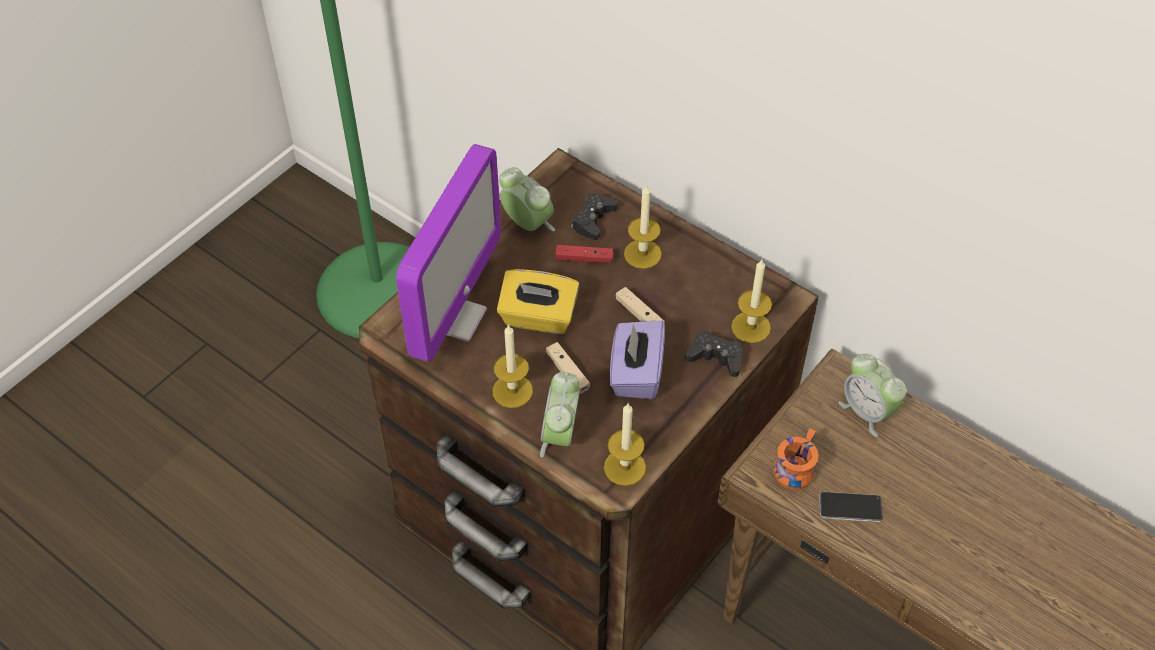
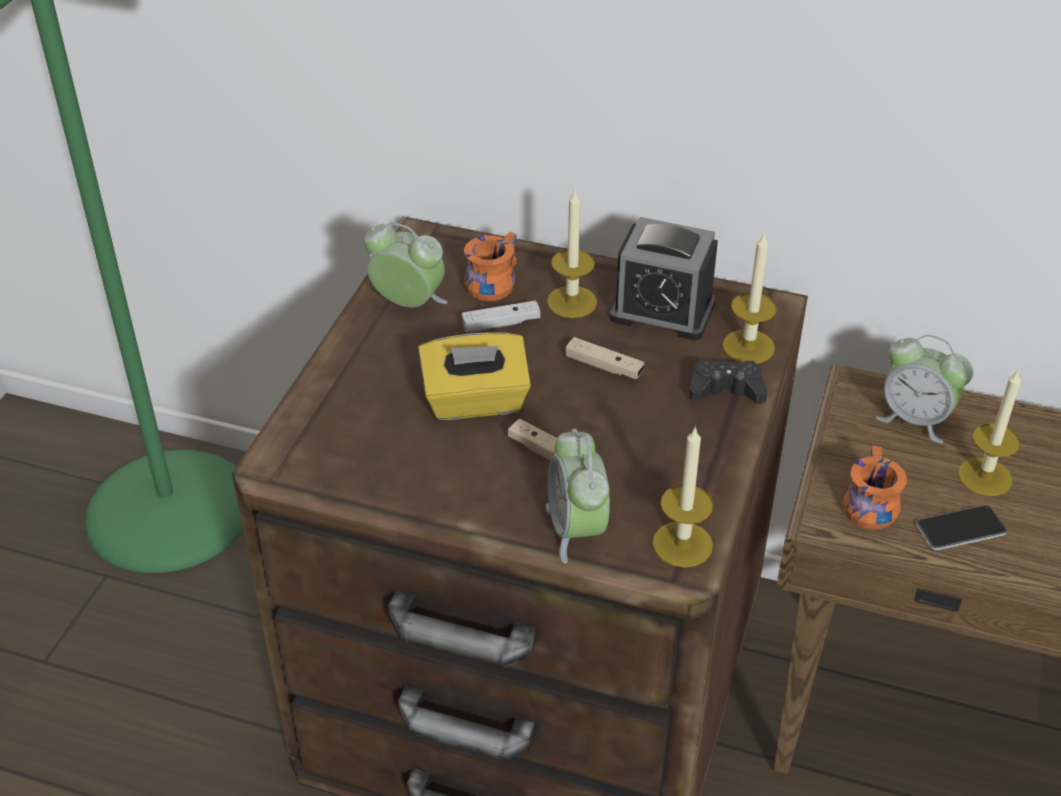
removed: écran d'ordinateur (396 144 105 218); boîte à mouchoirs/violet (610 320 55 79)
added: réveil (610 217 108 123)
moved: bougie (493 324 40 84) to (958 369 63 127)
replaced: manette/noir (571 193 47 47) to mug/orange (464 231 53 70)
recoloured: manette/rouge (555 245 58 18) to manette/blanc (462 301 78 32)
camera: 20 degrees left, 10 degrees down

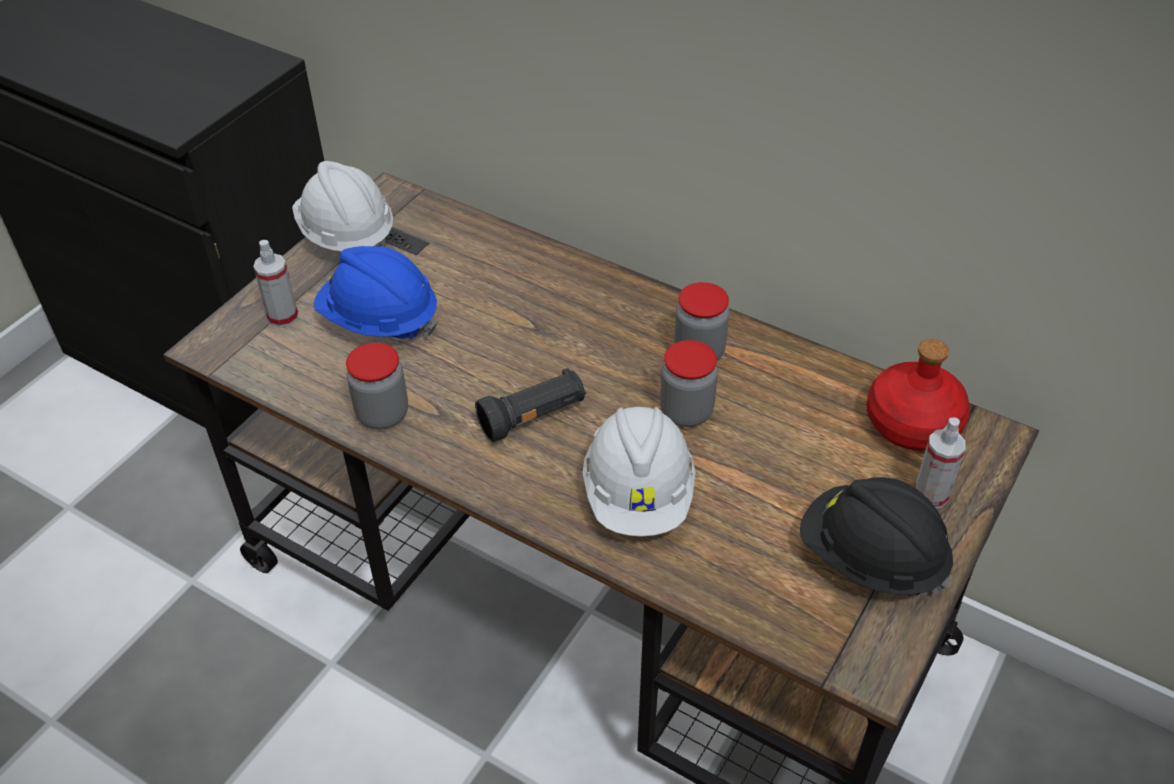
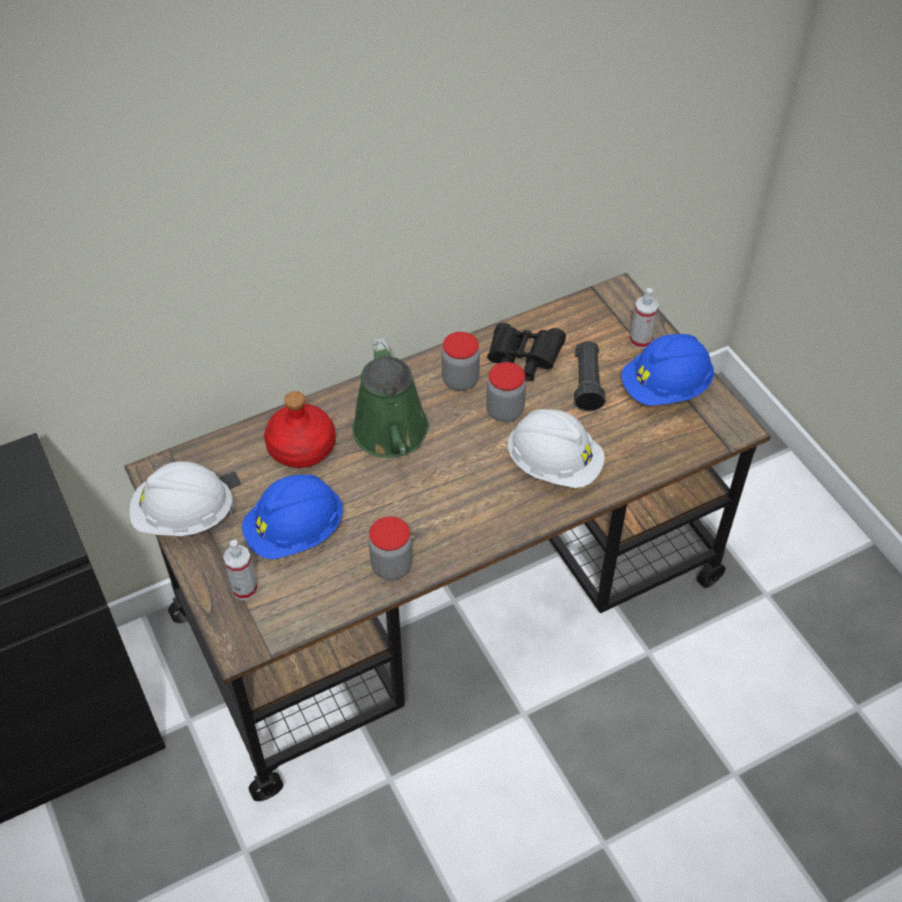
added: arrosoir/vert (352 338 77 120); jumelles/noir (487 323 79 58)
moved: lampe de poche/noir (475 368 111 74) to (574 341 32 71); bouteille/rouge (866 339 104 112) to (264 391 72 77)
recoloured: casque de chantier/noir (800 477 153 119) to casque de chantier/bleu (621 334 93 72)
camera: 60 degrees left, 5 degrees up

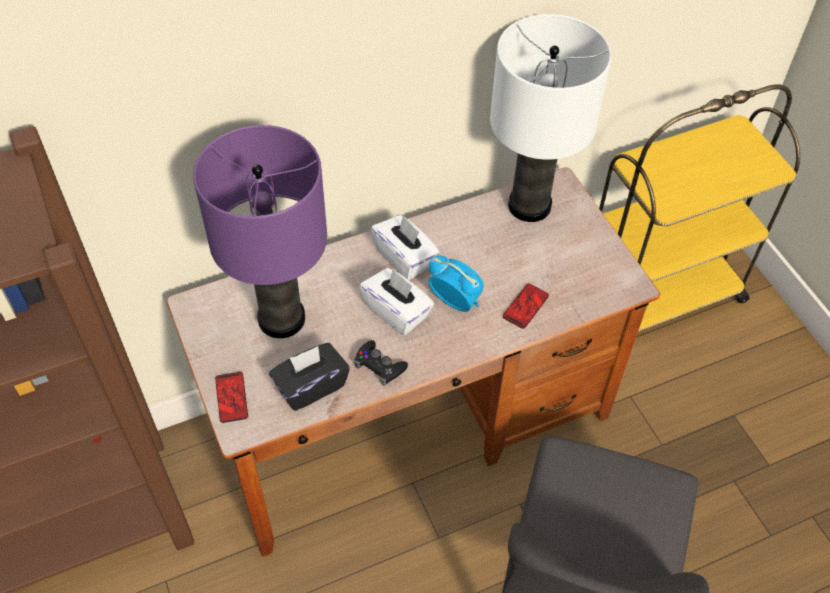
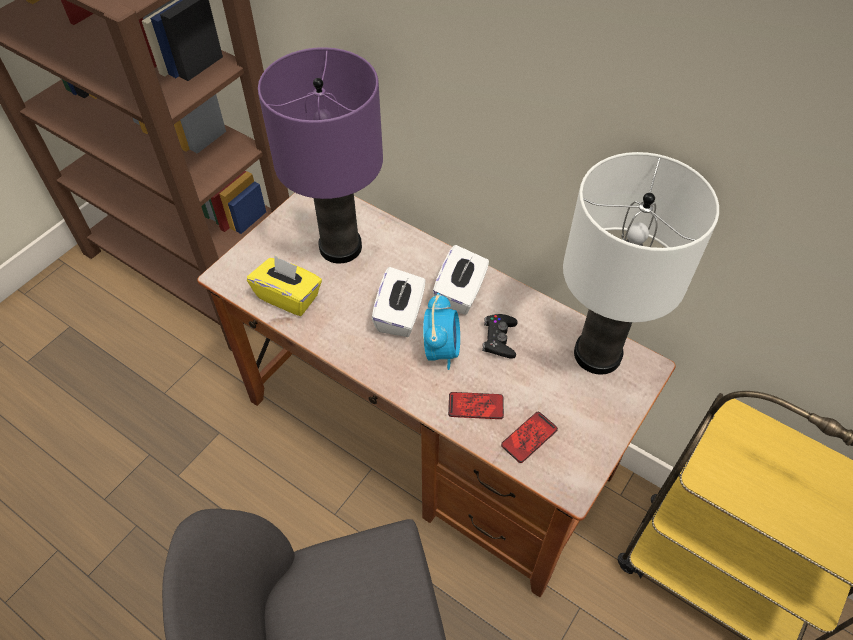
moved: téléphone (215 372 33 51) to (501 412 57 51); manette/noir (354 340 54 46) to (482 314 36 45)
recoloured: boîte à mouchoirs/noir (269 343 81 68) to boîte à mouchoirs/jaune (247 255 75 61)
camera: 60 degrees right, 0 degrees up

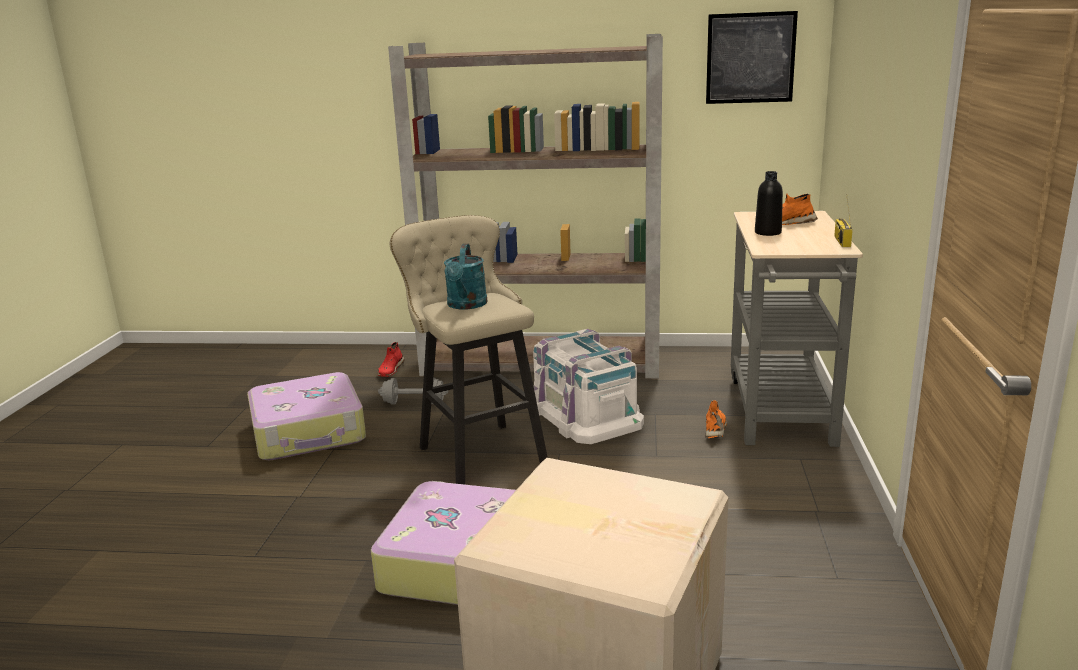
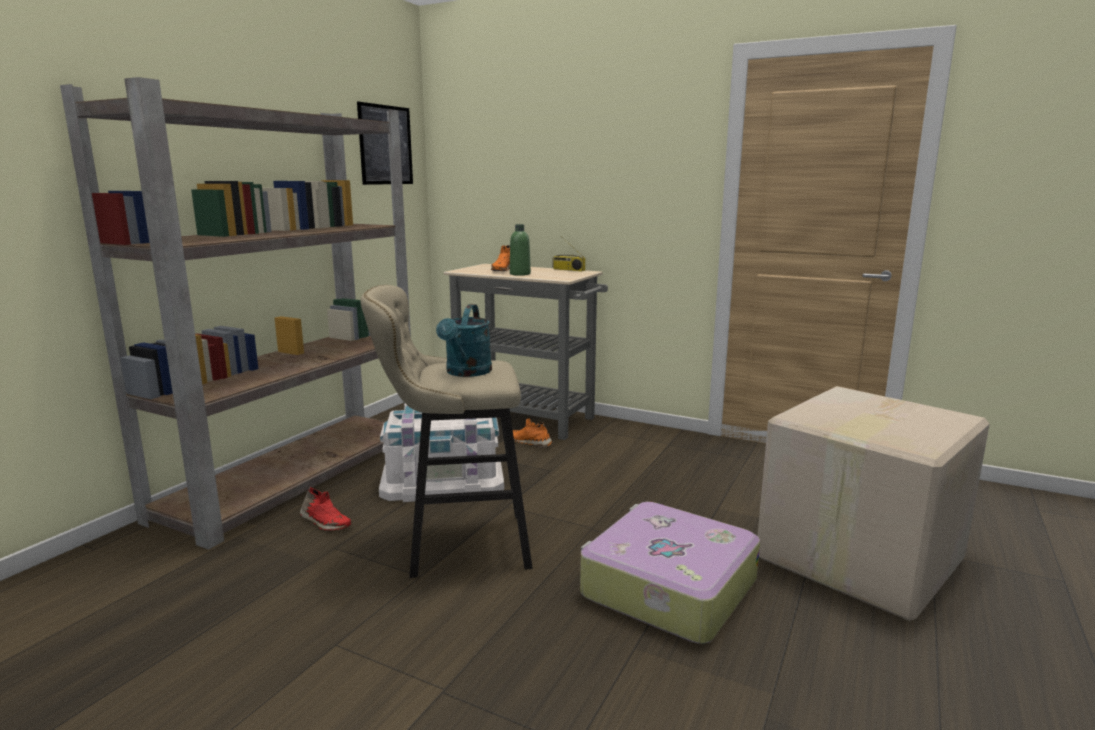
removed: valise (247 372 119 88); haltère/gris (378 378 70 26)
moved: chaussure/rouge (377 342 28 35) to (300 487 51 43)
recoloured: bouteille/noir (755 171 28 65) to bouteille/vert (510 224 21 52)
turned: arrosoir/turquoise (444 244 43 66) = (436 304 56 73) 75 degrees clockwise
camera: 70 degrees left, 5 degrees down

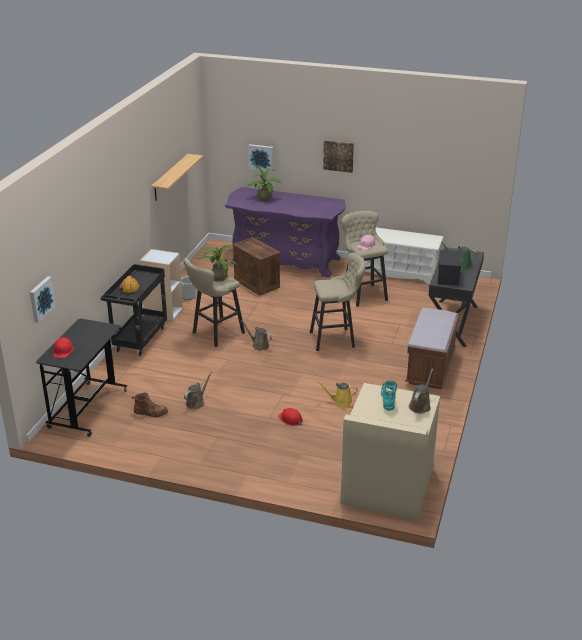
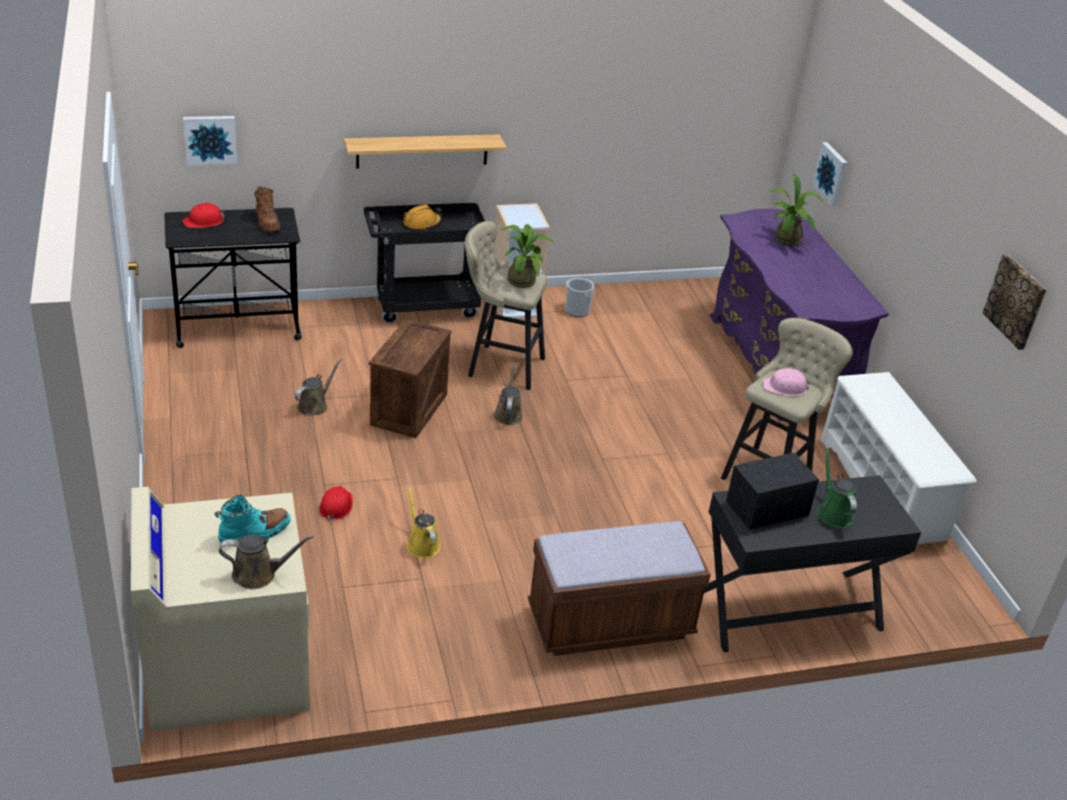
removed: tabouret/beige (310 253 56 98)
moved: botte/marron (131 392 37 25) to (254 186 26 45); étagère (151 154 52 47) to (344 134 162 34); caisse (232 237 49 59) to (369 319 82 119); tableau (323 140 31 33) to (982 254 64 96)
turned: arrosoir/marron (184 372 28 37) = (295 359 47 57) 60 degrees counterclockwise
camera: 55 degrees right, 5 degrees up

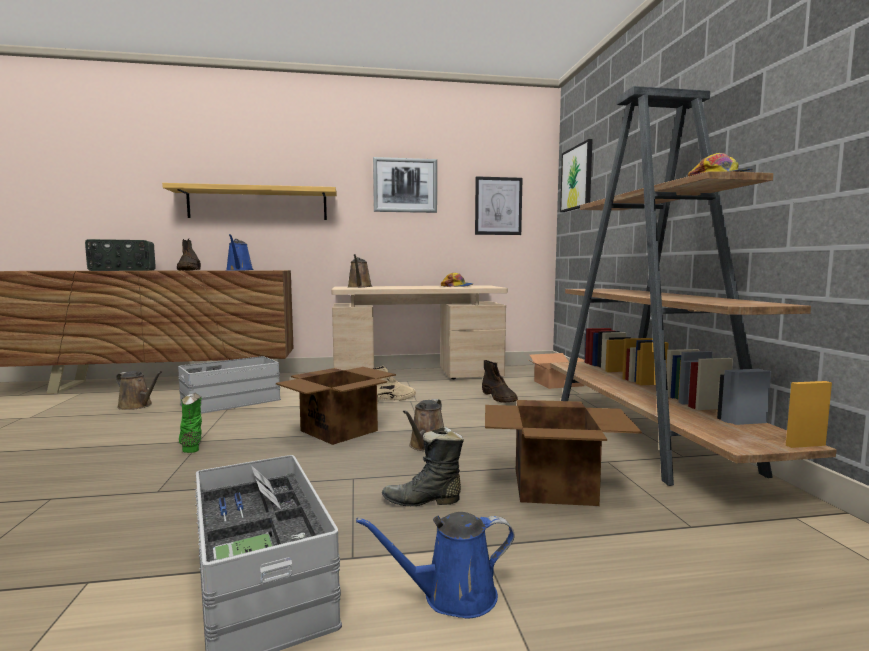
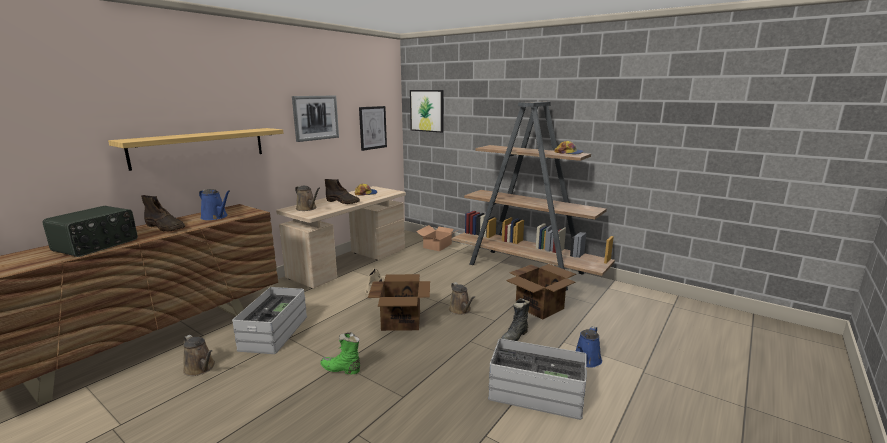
moved: botte/marron (482 360 36 43) to (325 179 35 25)
turned: arrosoir/marron (116 371 46 39) = (183 335 32 41) 60 degrees clockwise
camera: 45 degrees left, 10 degrees up

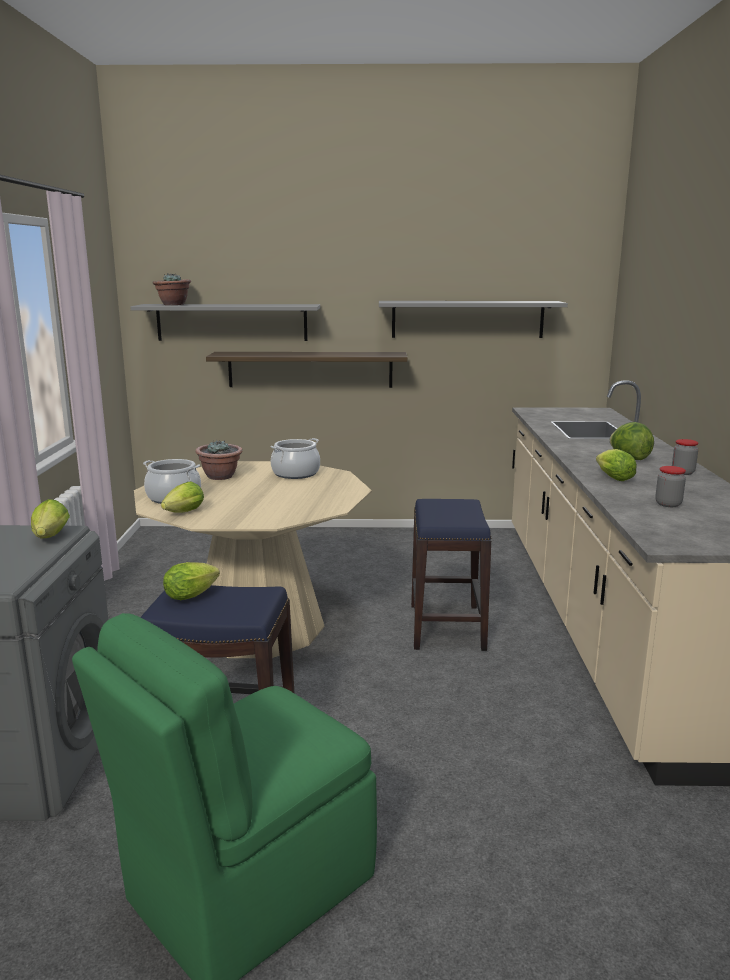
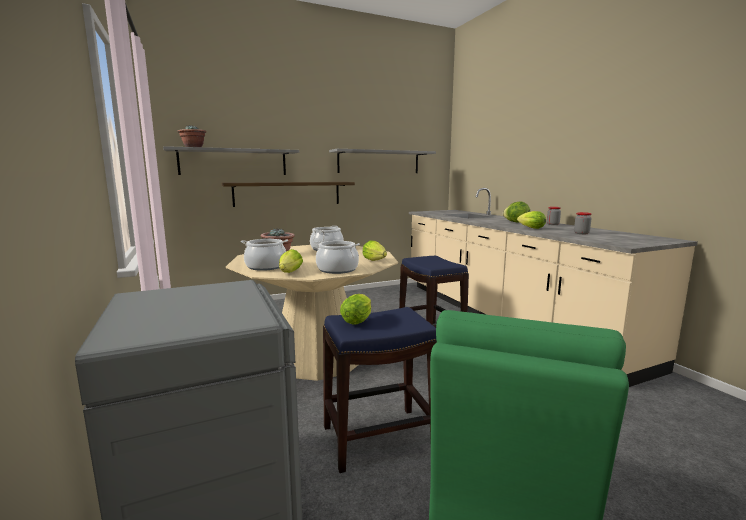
added: marmite (315 241 45 33)
moved: laitue (31 499 39 39) to (362 240 25 21)
camera: 25 degrees left, 5 degrees down

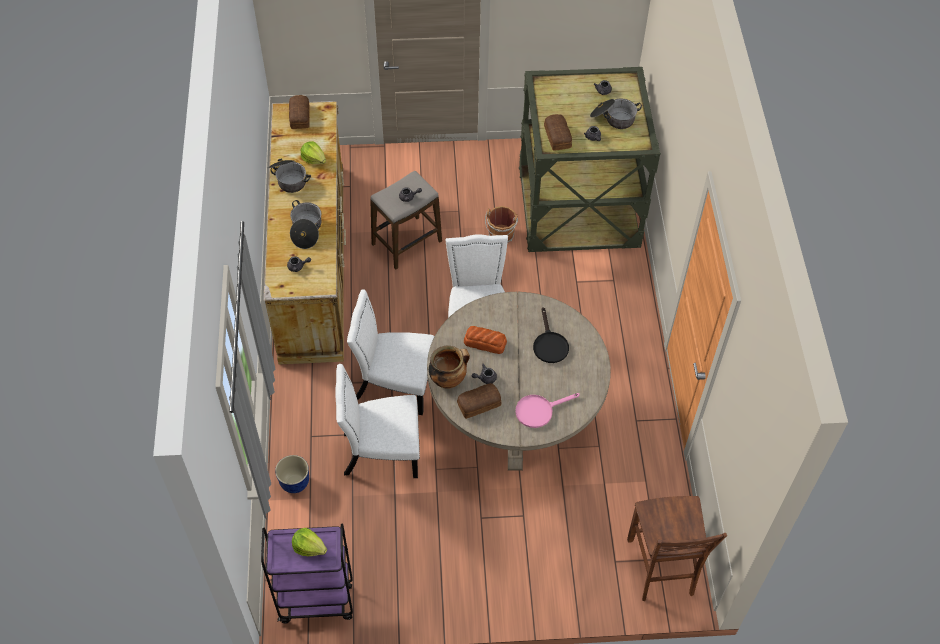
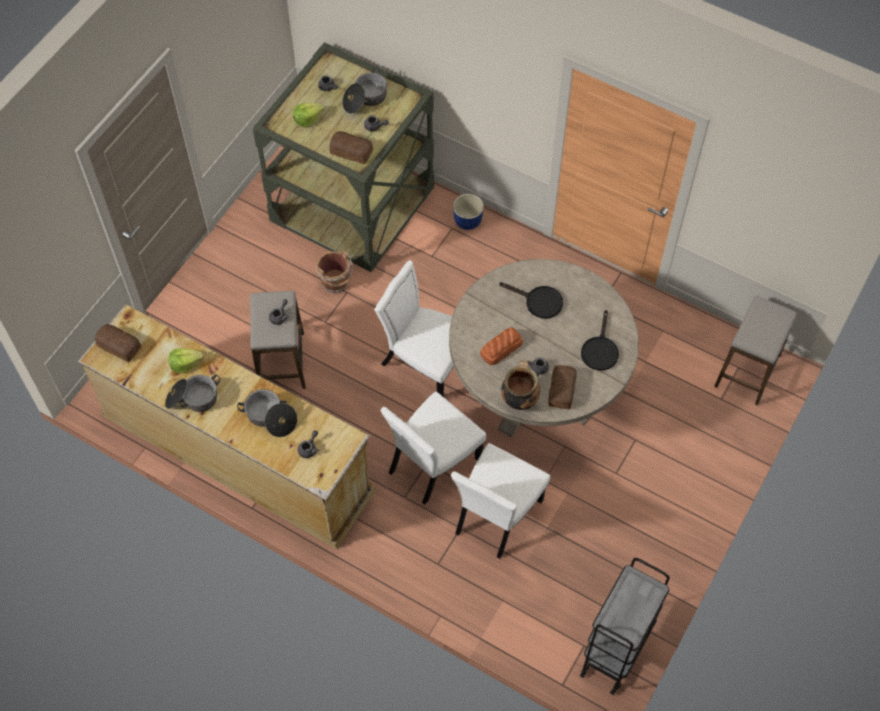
moved: cache-pot (275 455 34 38) to (453 194 31 36); laitue (292 528 35 28) to (293 103 31 25)
replaced: chaise/marron (627 496 100 105) to tabouret (714 296 83 110)
recoloured: chariot/violet (261 524 92 100) to chariot/gris (580 558 90 137); poêle/rose (516 393 64 35) to poêle/noir (581 310 38 60)
camera: 55 degrees left, 5 degrees up

